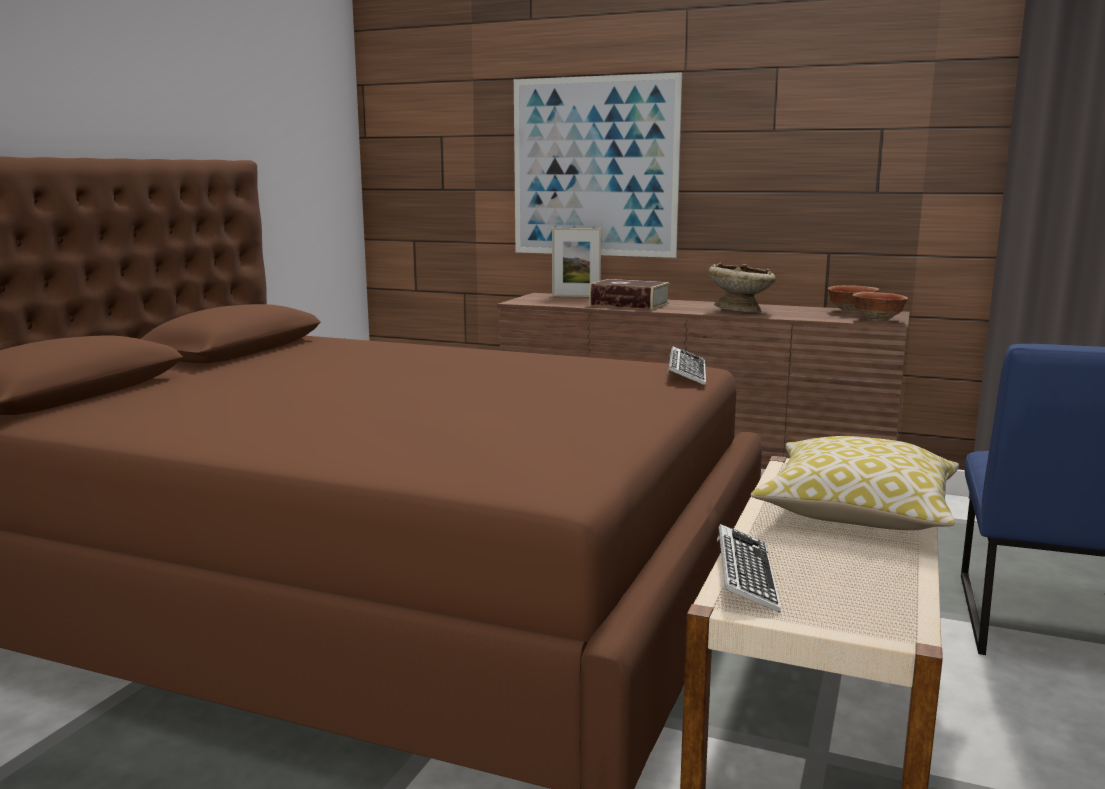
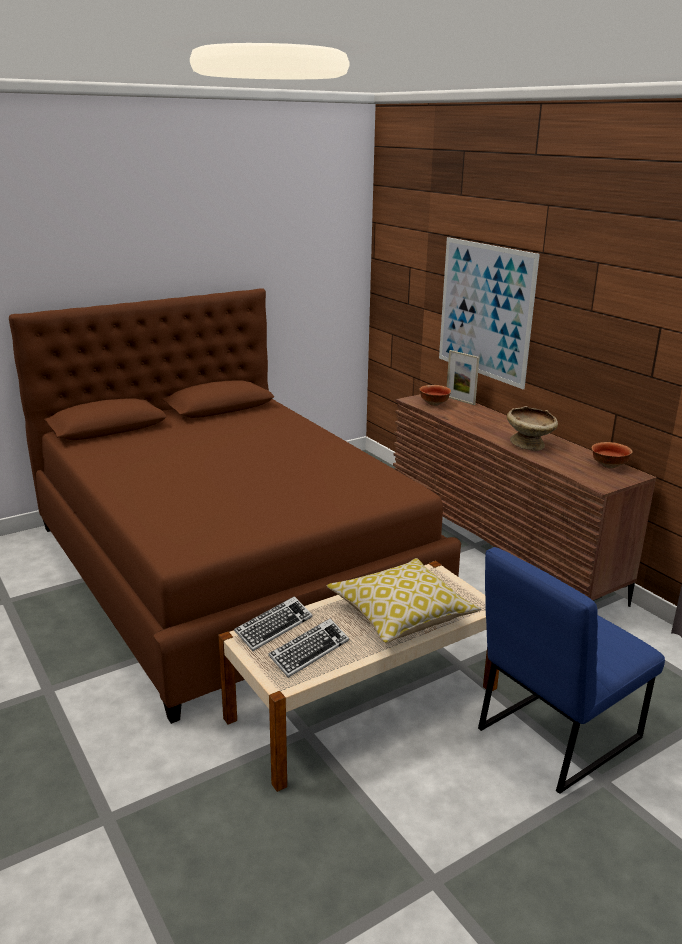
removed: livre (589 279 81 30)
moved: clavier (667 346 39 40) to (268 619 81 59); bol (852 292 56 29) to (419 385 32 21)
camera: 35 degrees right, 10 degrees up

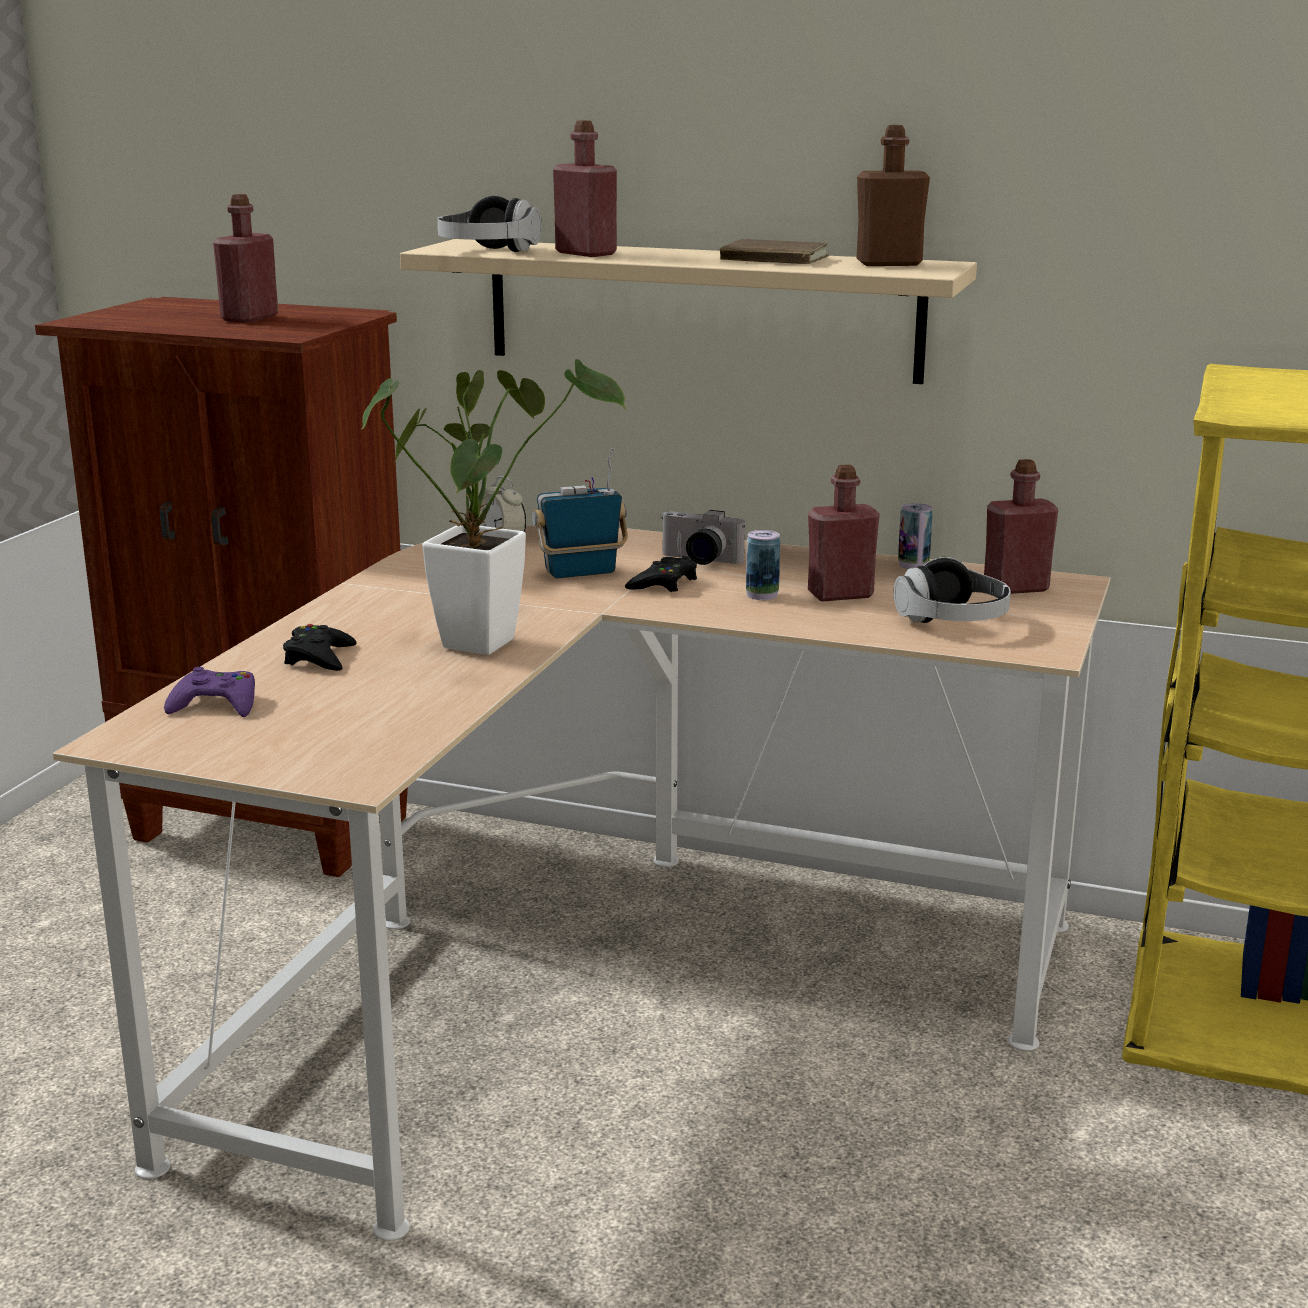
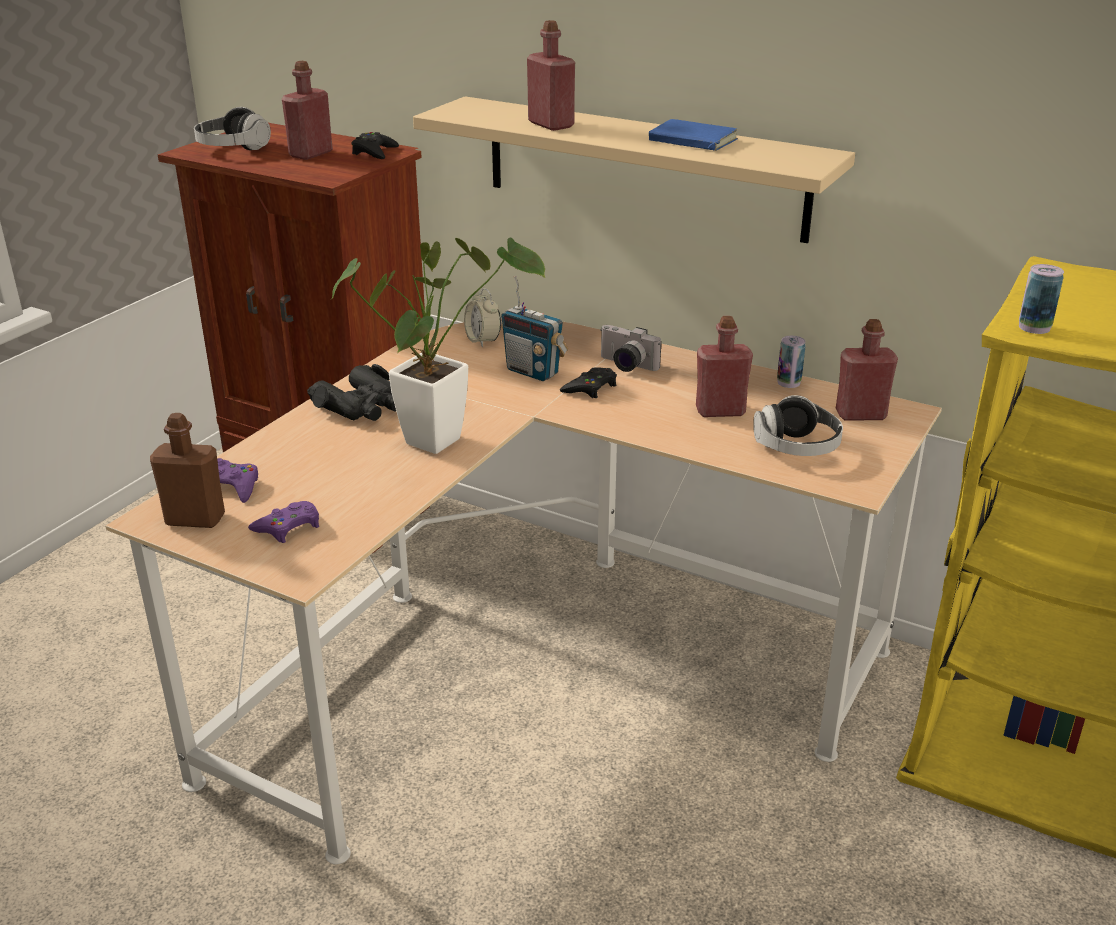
added: manette/violet (248 501 71 42); jumelles/noir (307 364 89 57)
moved: manette/noir (283 624 74 47) to (351 132 48 27); casque audio (437 196 105 56) to (194 107 77 43); boîte métallique (746 530 34 70) to (1019 264 45 70); bouteille/marron (856 125 74 141) to (150 413 75 115)
recoloured: livre/marron (720 239 109 25) to livre/bleu (649 119 89 32)
turned: radio (532 448 96 131) = (501 276 67 105) 135 degrees counterclockwise
camera: 10 degrees right, 10 degrees up

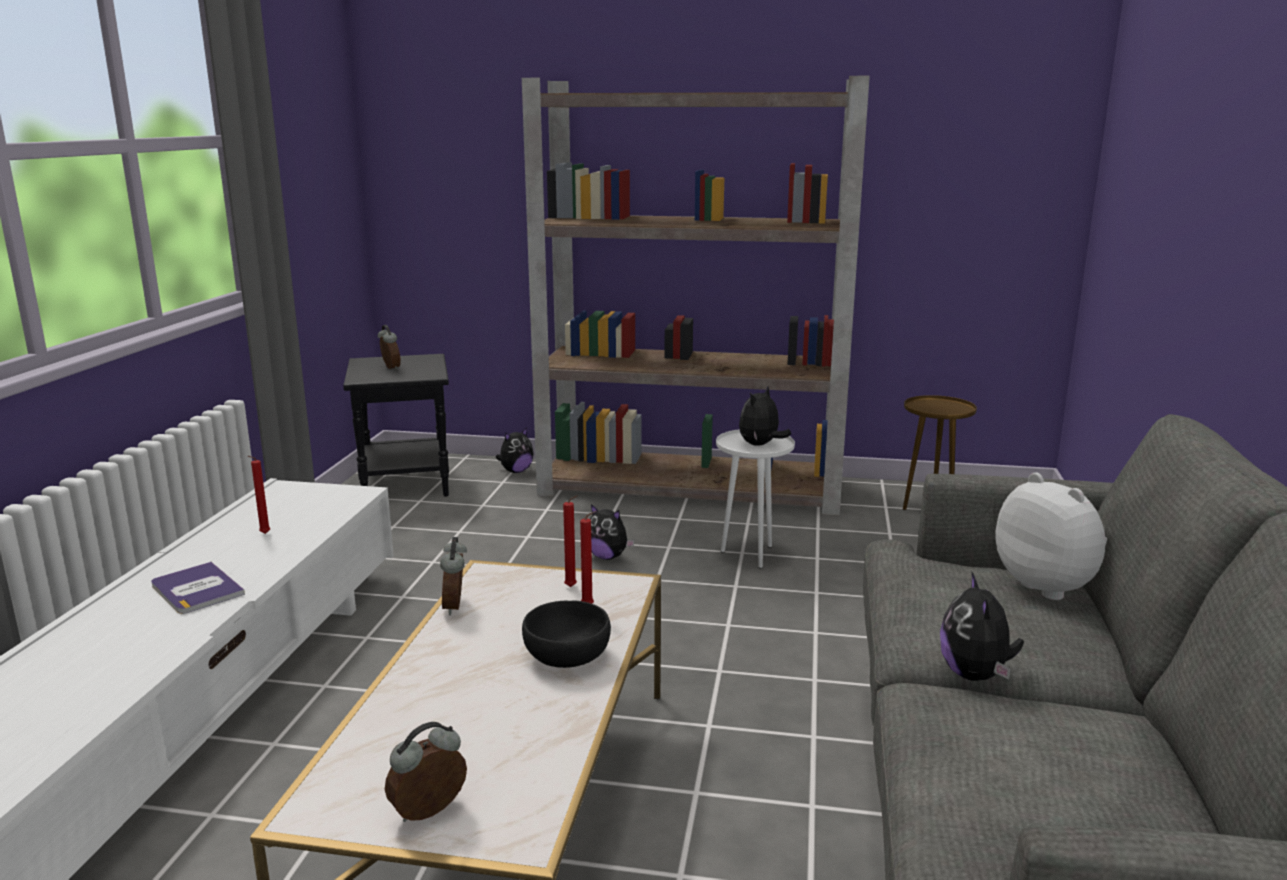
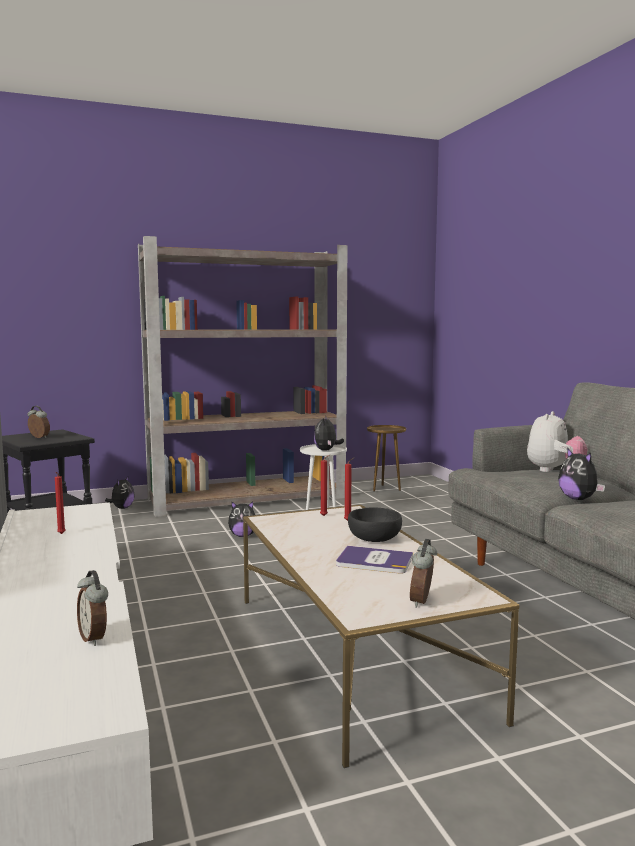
moved: livre (151 562 94 52) to (336 546 77 28); réveil (440 537 27 78) to (77 570 31 76)
turned: peluche (995 472 112 128) = (527 411 60 61) 90 degrees clockwise
camera: 30 degrees left, 10 degrees down

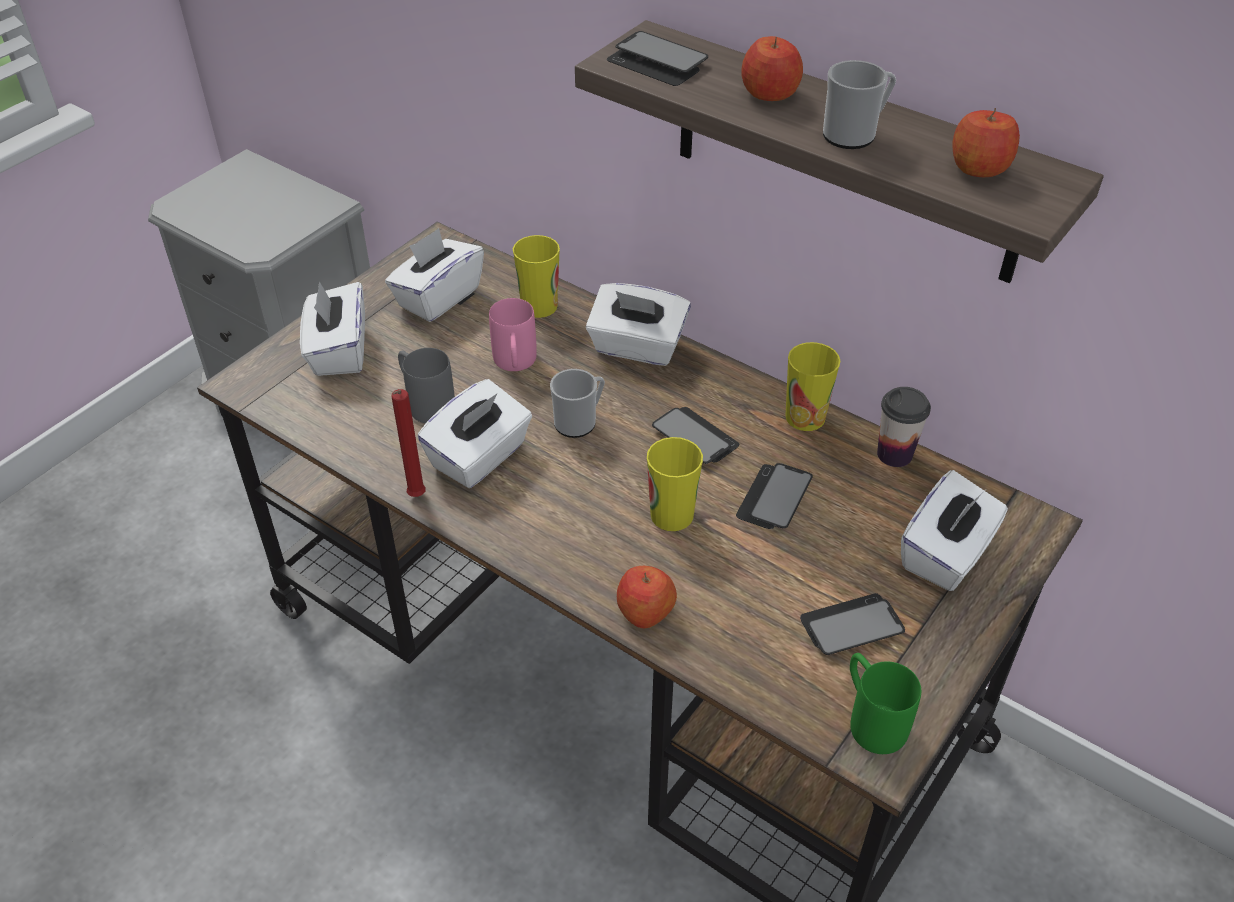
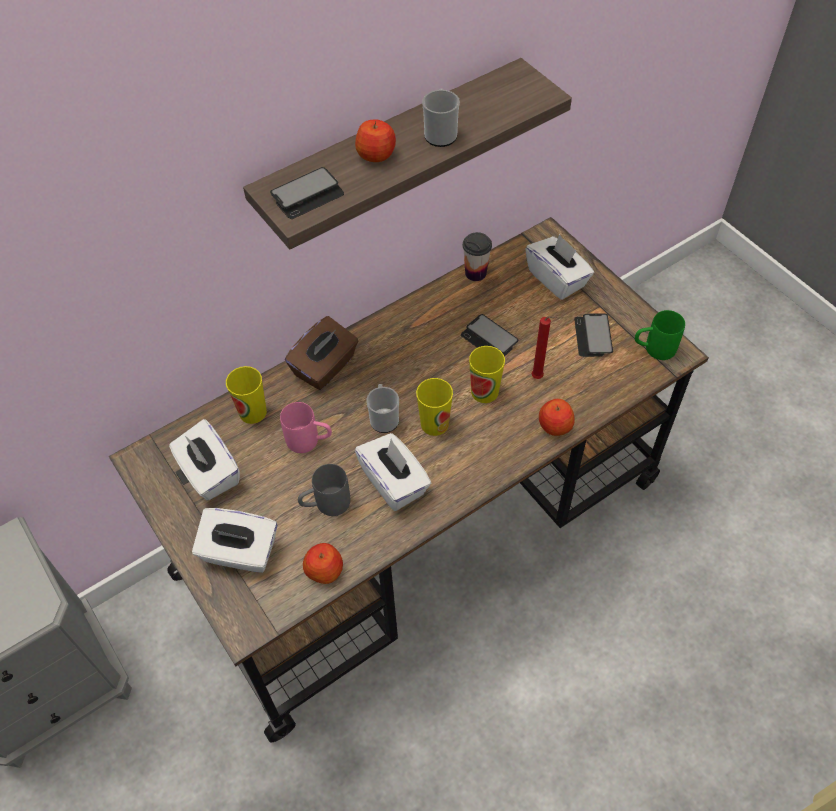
removed: téléphone (652 407 87 57)
moved: bougie/rouge (391 389 35 108) to (531 316 26 63); tasse (785 342 55 89) to (416 378 37 58); pomme (952 108 68 69) to (303 543 40 41)
recoloured: boîte à mouchoirs/blanc (586 283 105 83) to boîte à mouchoirs/marron (285 316 73 74)
camera: 70 degrees left, 10 degrees up

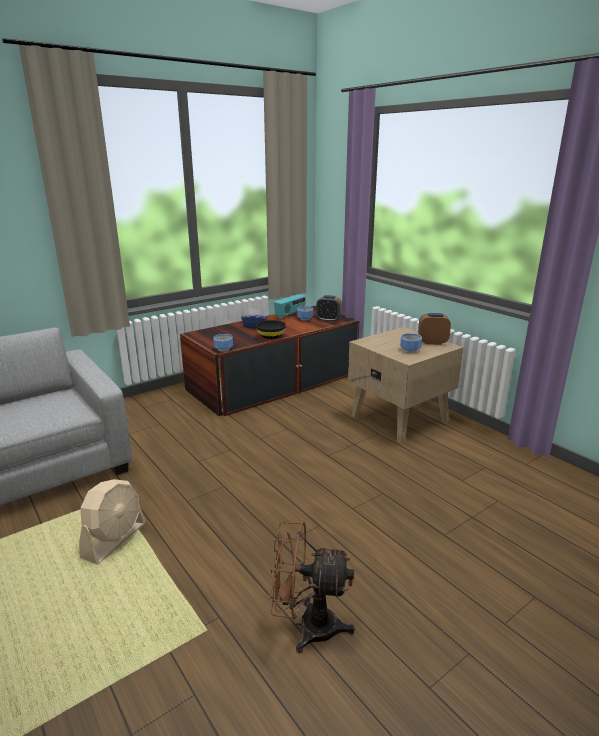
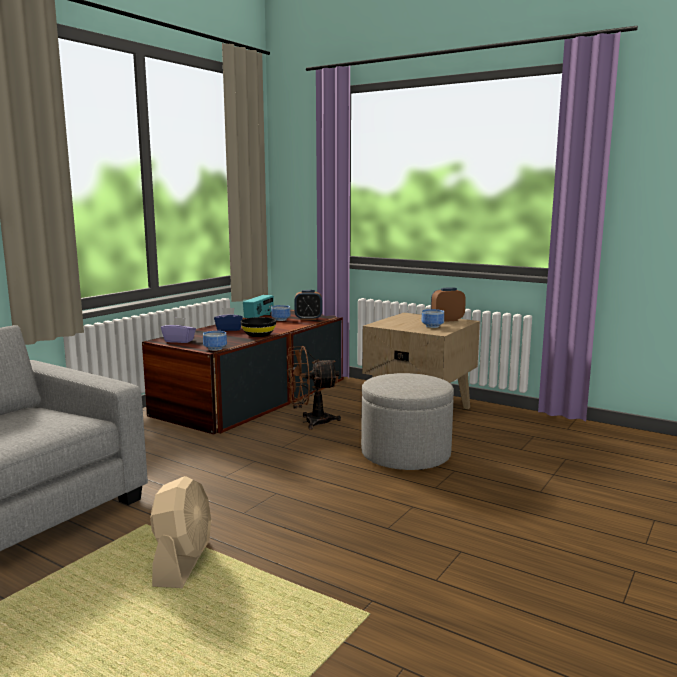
added: boîte à mouchoirs/violet (161 317 35 26); pouf/gris (361 373 93 97)
moved: ventilateur/marron (269 521 86 132) to (287 346 54 84)
camera: 20 degrees left, 10 degrees down

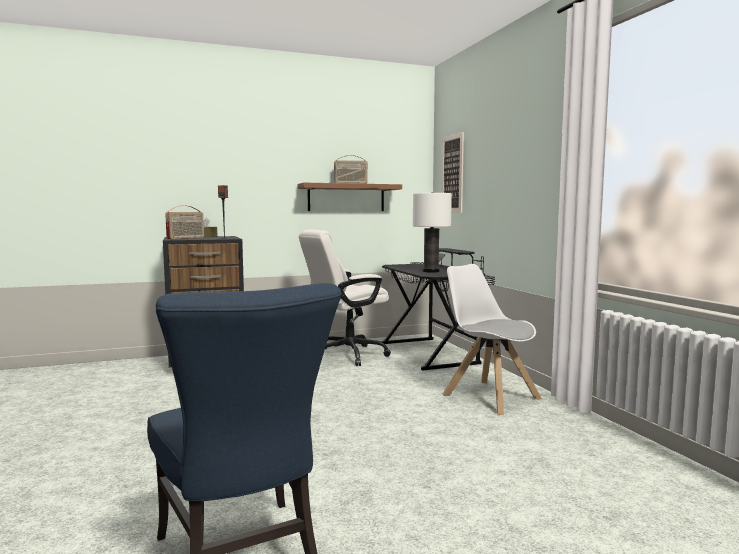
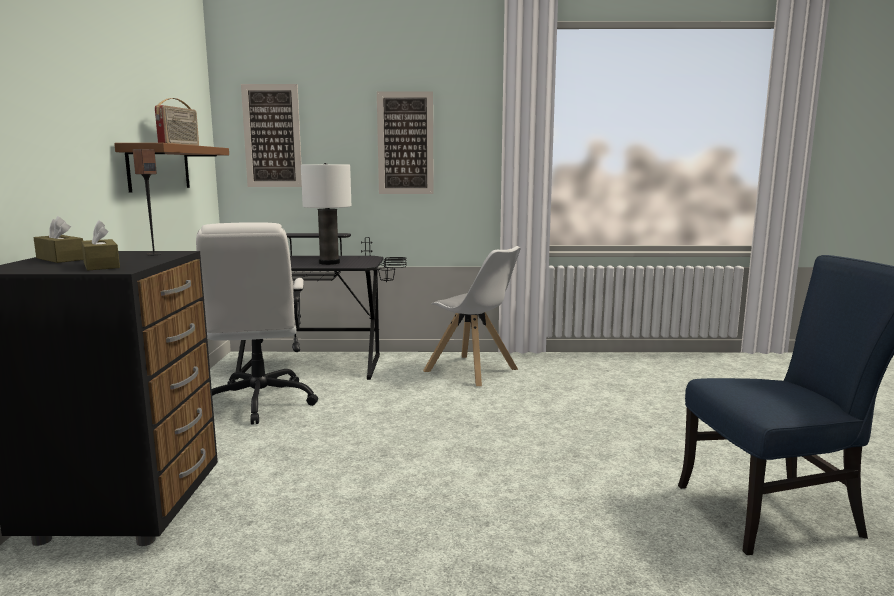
added: tableau (377 91 57 103)
replaced: radio (165 205 39 34) to boîte à mouchoirs/marron (81 220 39 50)
turned: chaise (443 264 99 151) = (423 246 97 140) 120 degrees counterclockwise
camera: 70 degrees left, 5 degrees up

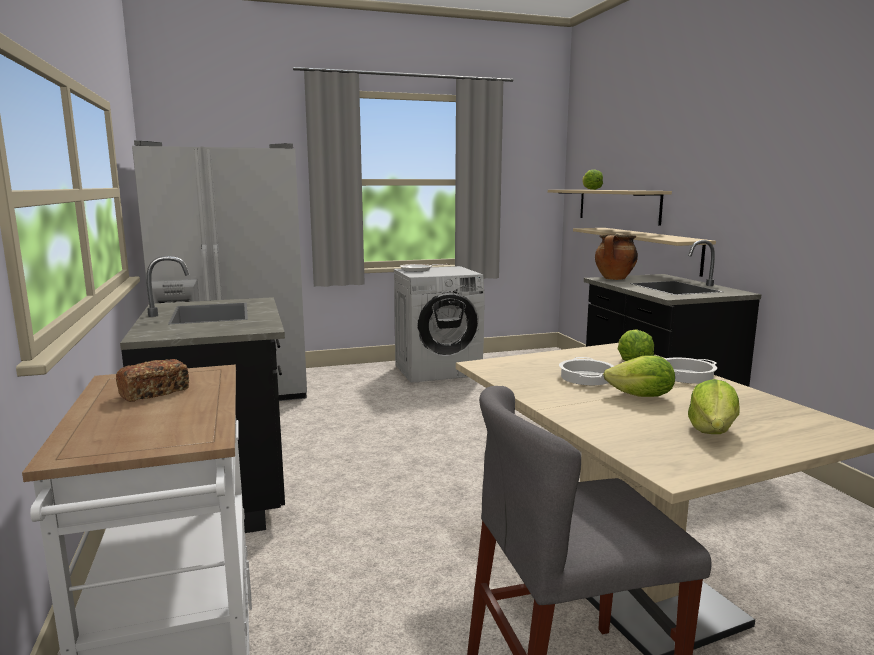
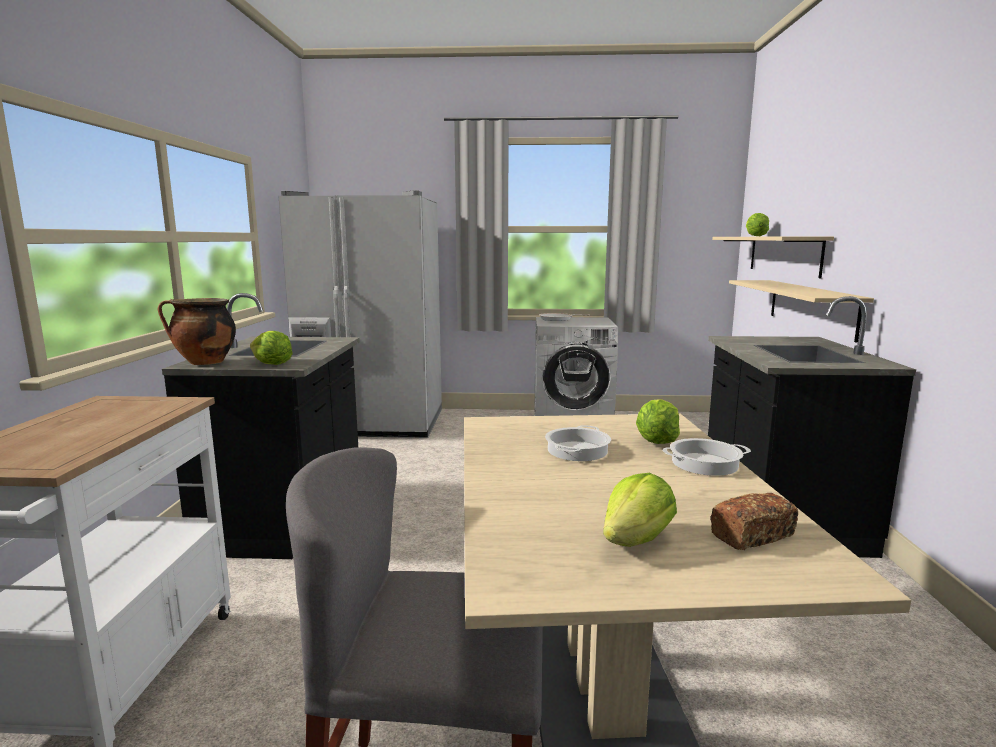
moved: pain (116 359 73 43) to (710 493 88 57); marmite (595 234 43 46) to (158 298 78 67); laitue (603 355 72 42) to (250 331 43 34)
camera: 20 degrees right, 0 degrees up

